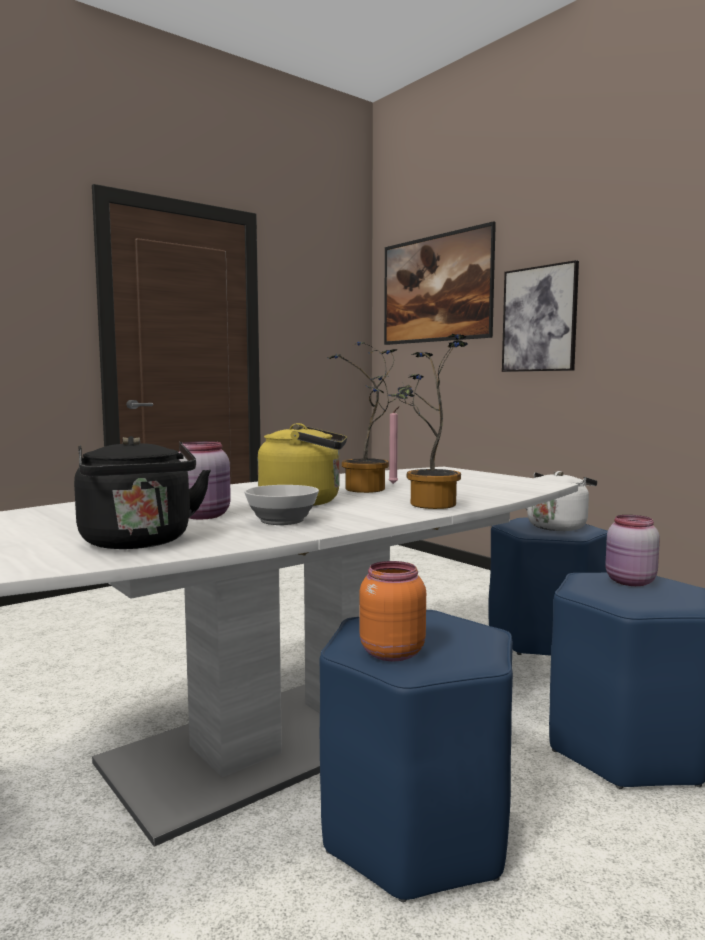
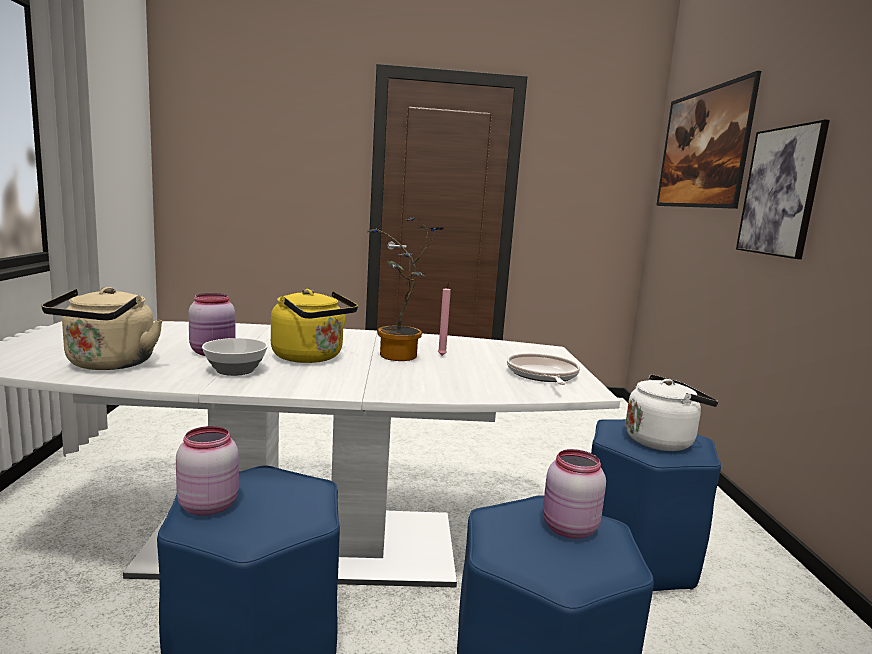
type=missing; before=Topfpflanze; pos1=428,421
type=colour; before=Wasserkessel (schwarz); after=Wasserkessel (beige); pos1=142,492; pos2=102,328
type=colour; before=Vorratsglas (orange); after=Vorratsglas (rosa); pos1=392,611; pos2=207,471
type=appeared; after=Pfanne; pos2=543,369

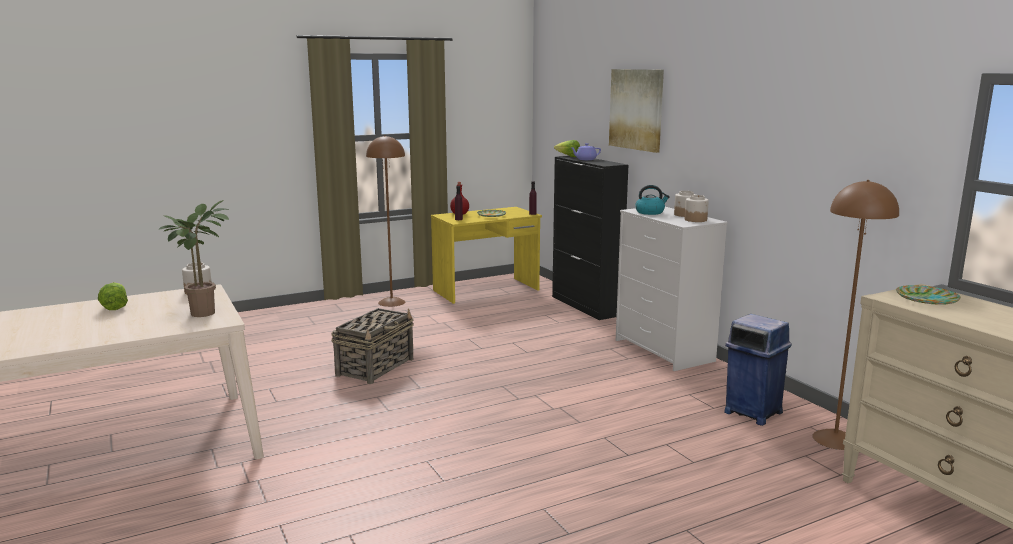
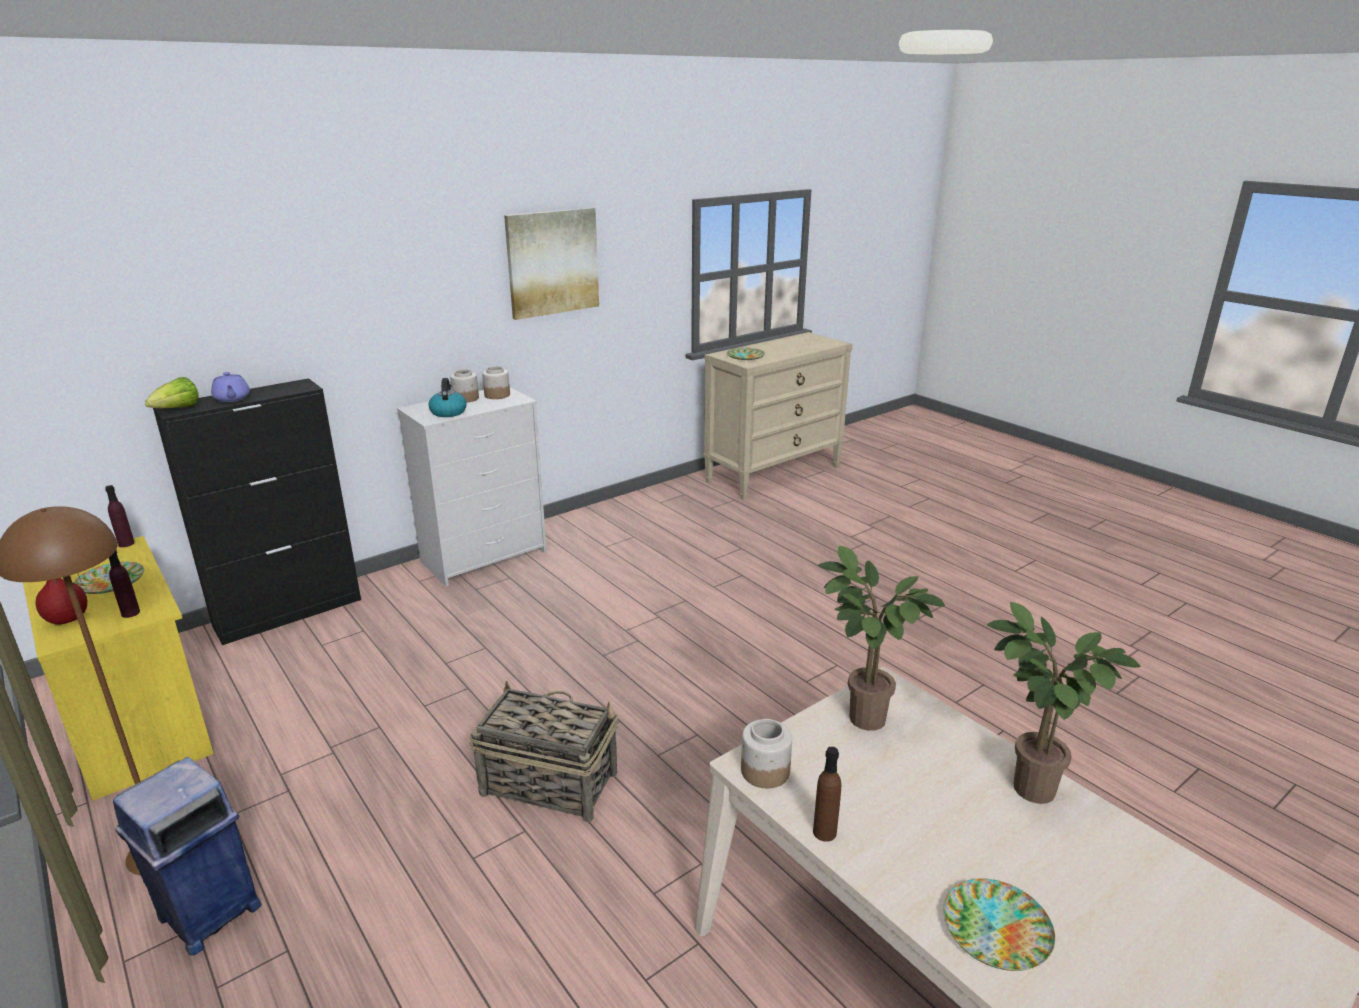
type=relocated; before=Bild; pos1=636,111; pos2=551,264
type=missing; before=Stehlampe (braun); pos1=855,315
type=missing; before=Salatkopf; pos1=113,296
type=relocated; before=Mülleimer (blau); pos1=758,370; pos2=187,856
type=appeared; after=Topfpflanze; pos2=1063,703
type=appeared; after=Flasche (braun); pos2=827,794
type=appeared; after=Teller; pos2=999,924

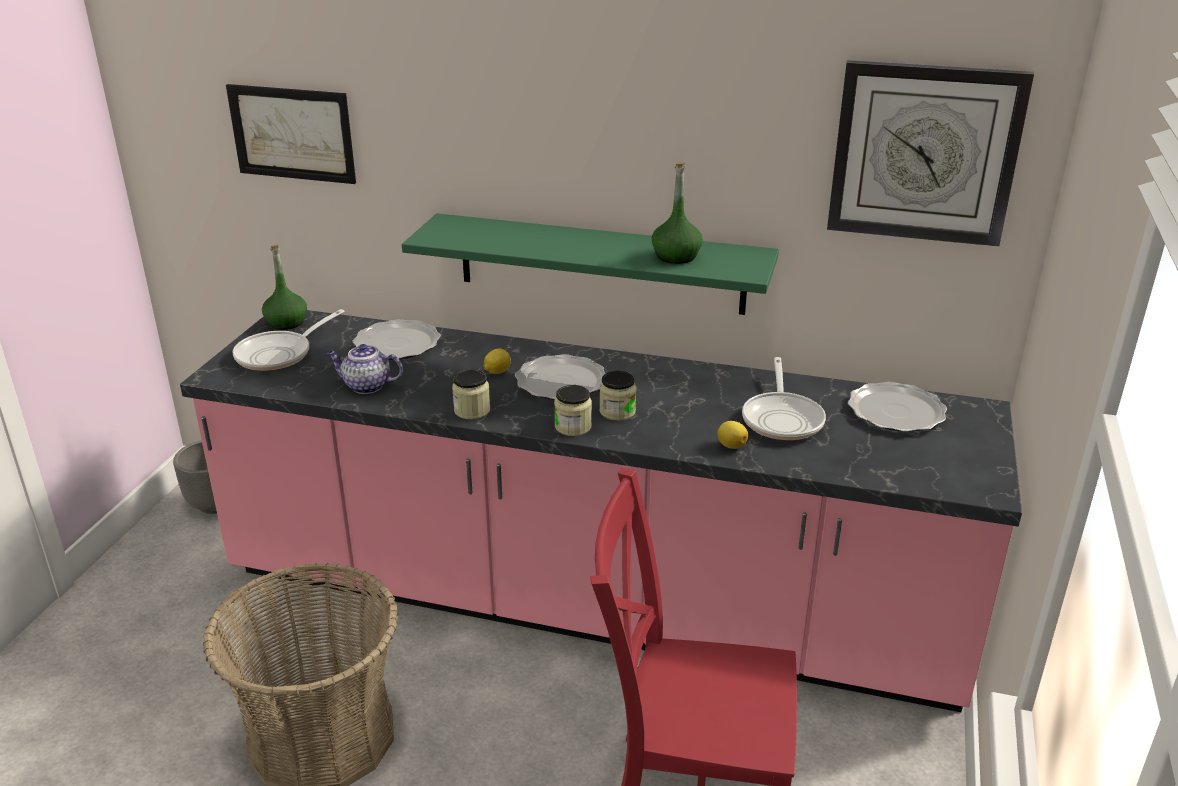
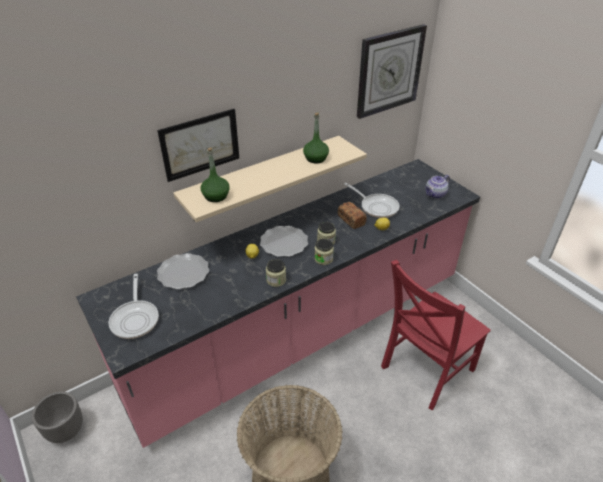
type=relocated; before=Bild; pos1=291,134; pos2=198,145
type=colour; before=Wandregal (grün); after=Wandregal (beige); pos1=590,264; pos2=270,179
type=relocated; before=Flasche (grün); pos1=284,287; pos2=215,175
type=relocated; before=Teekanne; pos1=365,369; pos2=437,187
type=missing; before=Teller; pos1=897,407
type=appeared; after=Brot; pos2=352,215

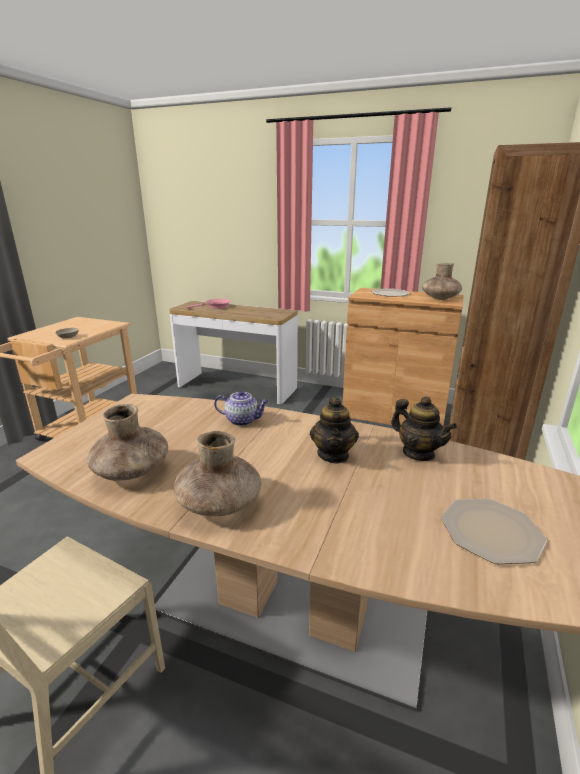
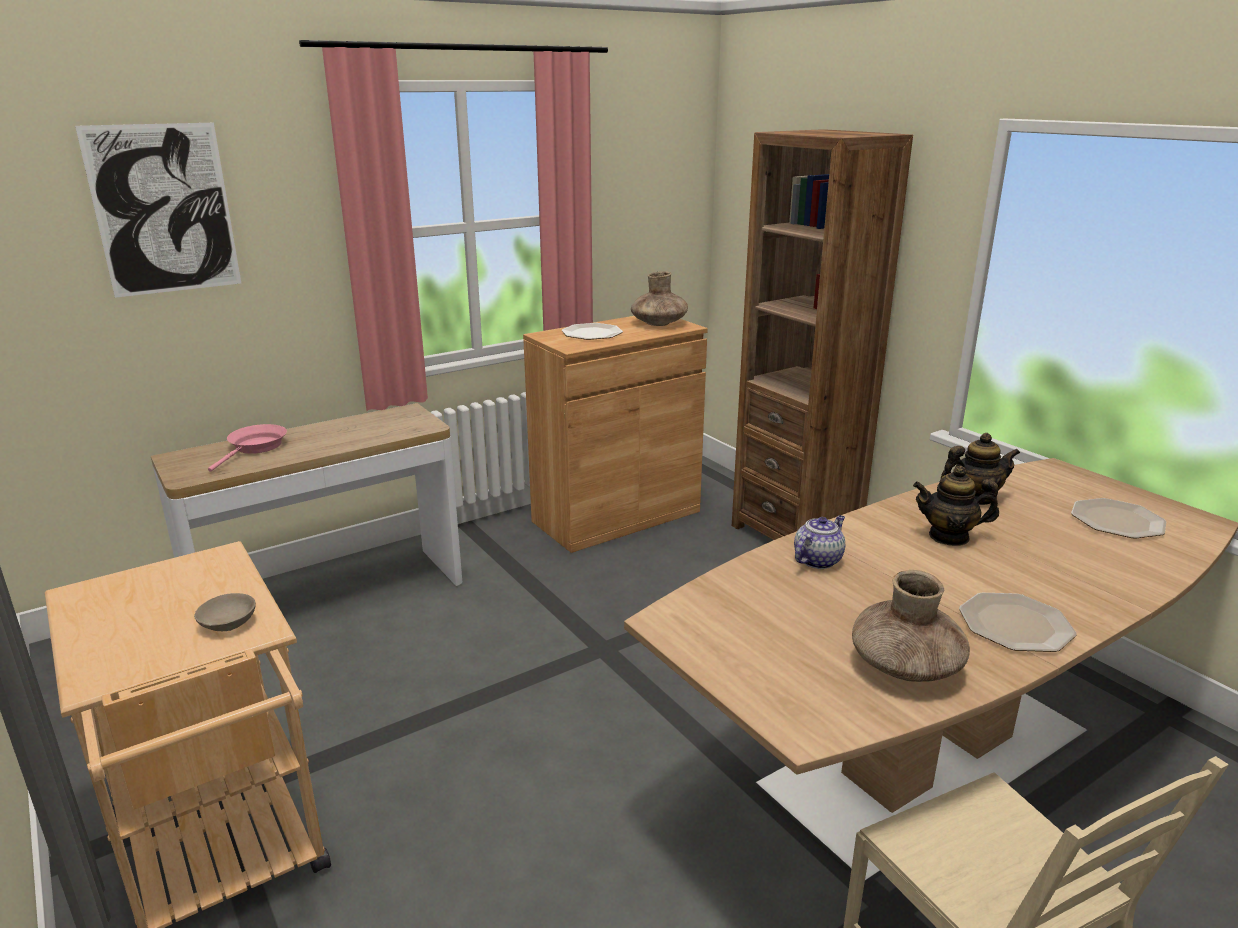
type=spun; before=Teekanne; pos1=334,430; pos2=956,506; turn=150
type=exchanged; before=Vase (braun); after=Teller; pos1=217,473; pos2=1017,622
type=appeared; after=Bild; pos2=158,210

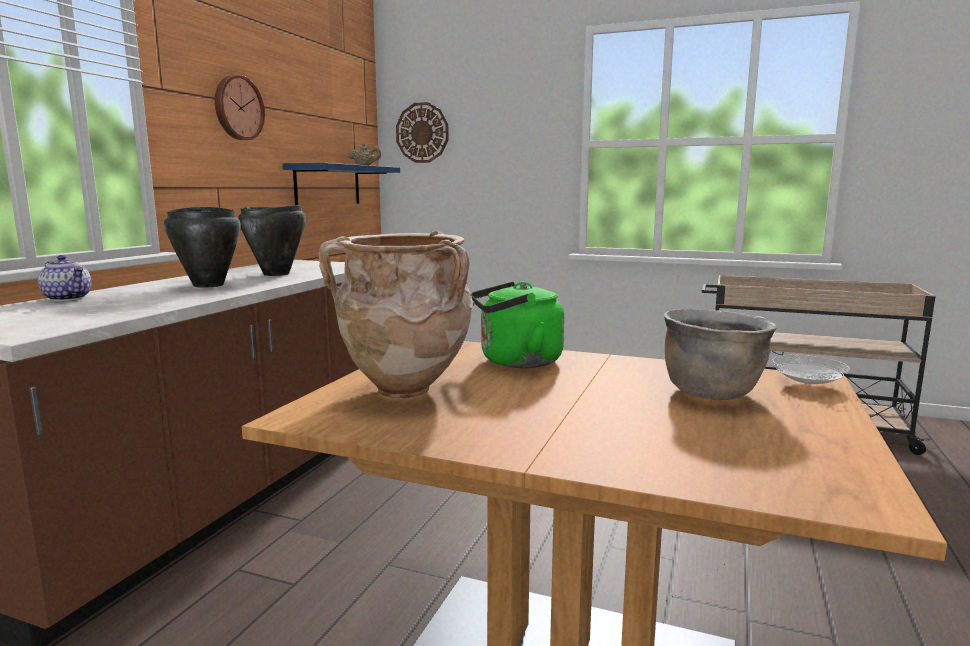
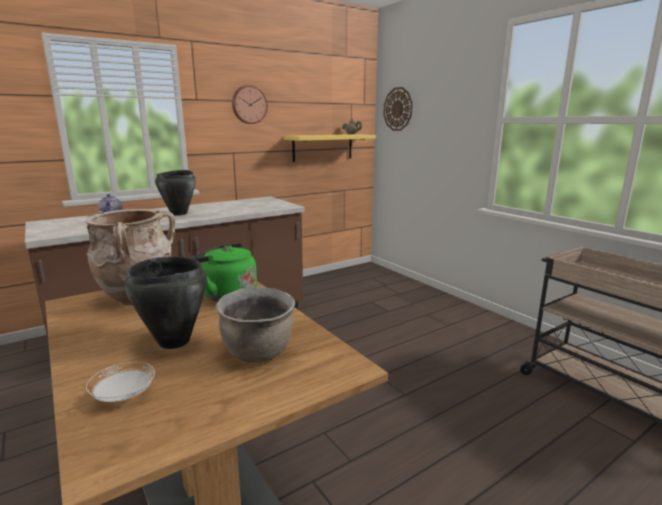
type=colour; before=Wandregal (blau); after=Wandregal (gelb); pos1=341,184; pos2=330,148
type=relocated; before=Kochtopf (schwarz); pos1=272,240; pos2=166,302
type=relocated; before=Teller (weiß); pos1=811,370; pos2=120,382

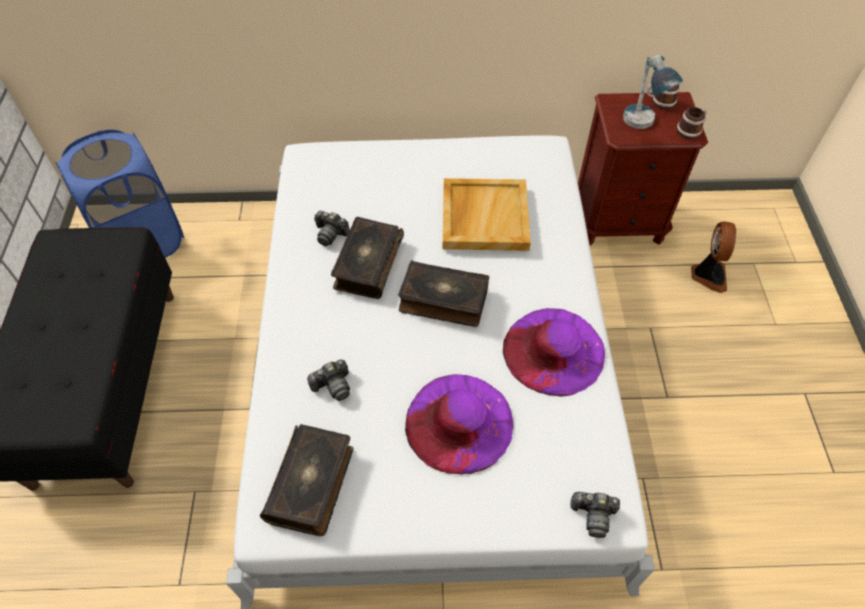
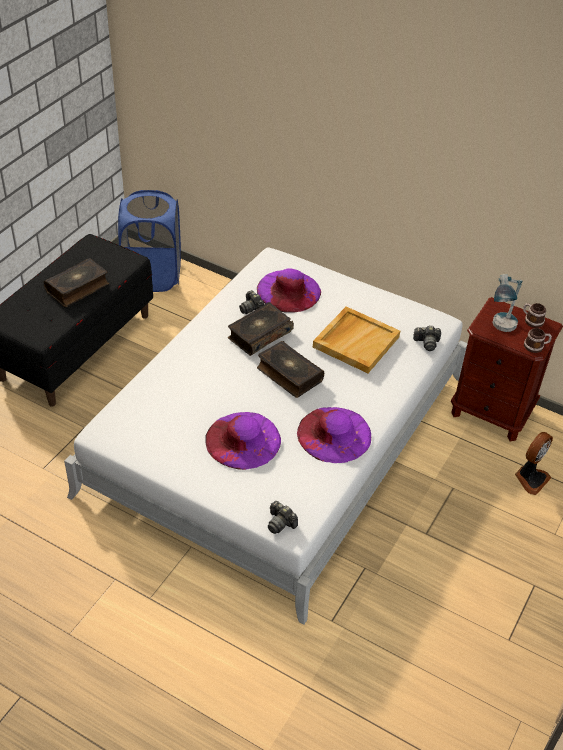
type=relocated; before=Kamera; pos1=328,380; pos2=427,338
type=relocated; before=Buch; pos1=306,480; pos2=76,282
type=appeared; after=Hut (lila); pos2=289,290

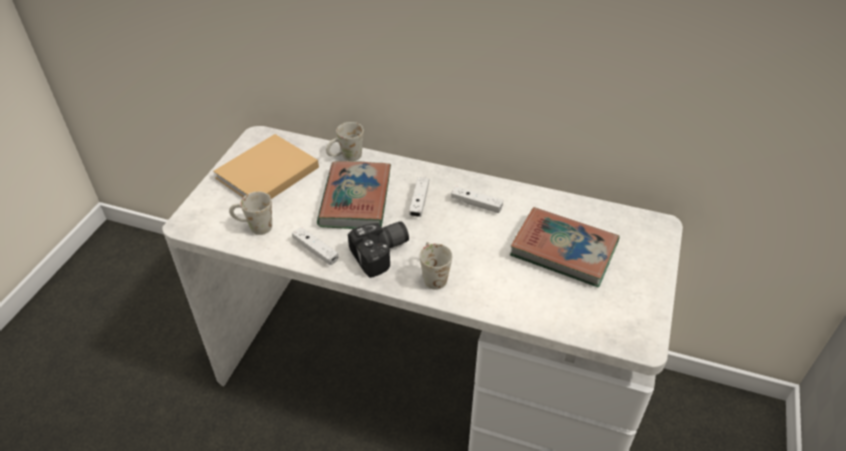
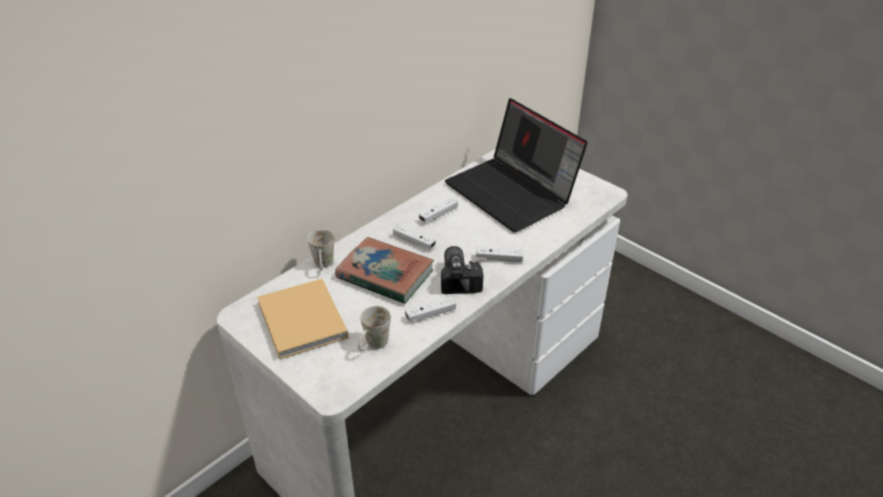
type=exchanged; before=Buch; after=Laptop; pos1=565,247; pos2=516,165
type=exchanged; before=Henkelbecher (weiß); after=Gamepad (weiß); pos1=436,266; pos2=500,254

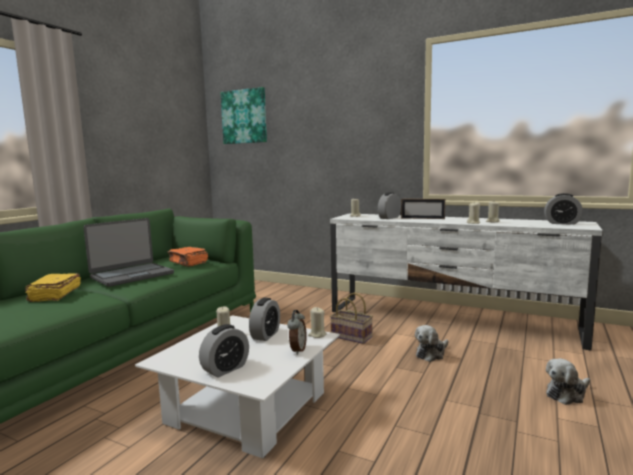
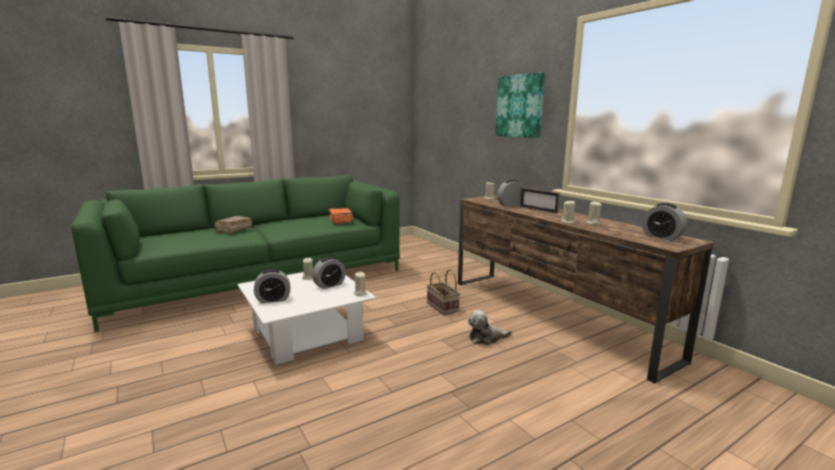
type=relocated; before=Bild; pos1=244,115; pos2=520,105
type=colour; before=Fernsehschrank (weiß); after=Fernsehschrank (braun); pos1=466,282; pos2=586,289
type=missing; before=Laptop; pos1=128,252
type=colour; before=Buch (gelb); after=Buch (braun); pos1=53,287; pos2=233,225
type=missing; before=Wecker; pos1=297,332
type=missing; before=Plüschtier; pos1=568,382

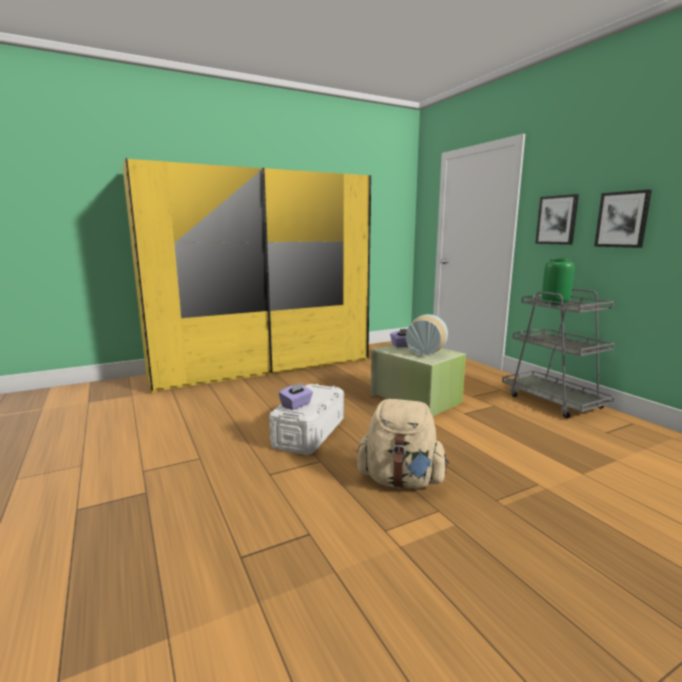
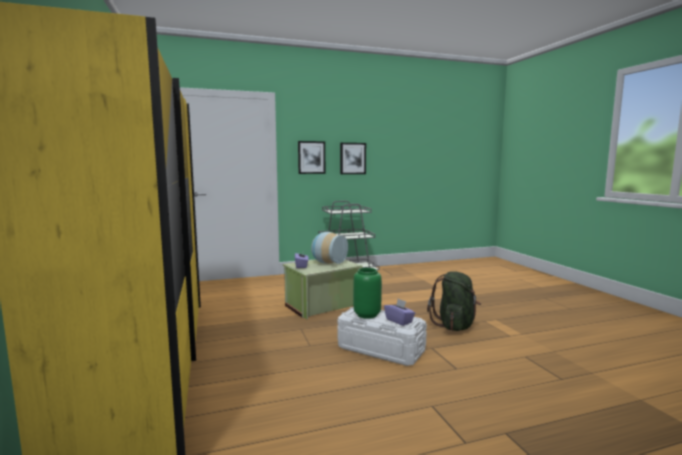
type=relocated; before=Vase (grün); pos1=558,281; pos2=367,293
type=colour; before=Rucksack (beige); after=Rucksack (grün); pos1=403,444; pos2=454,301

